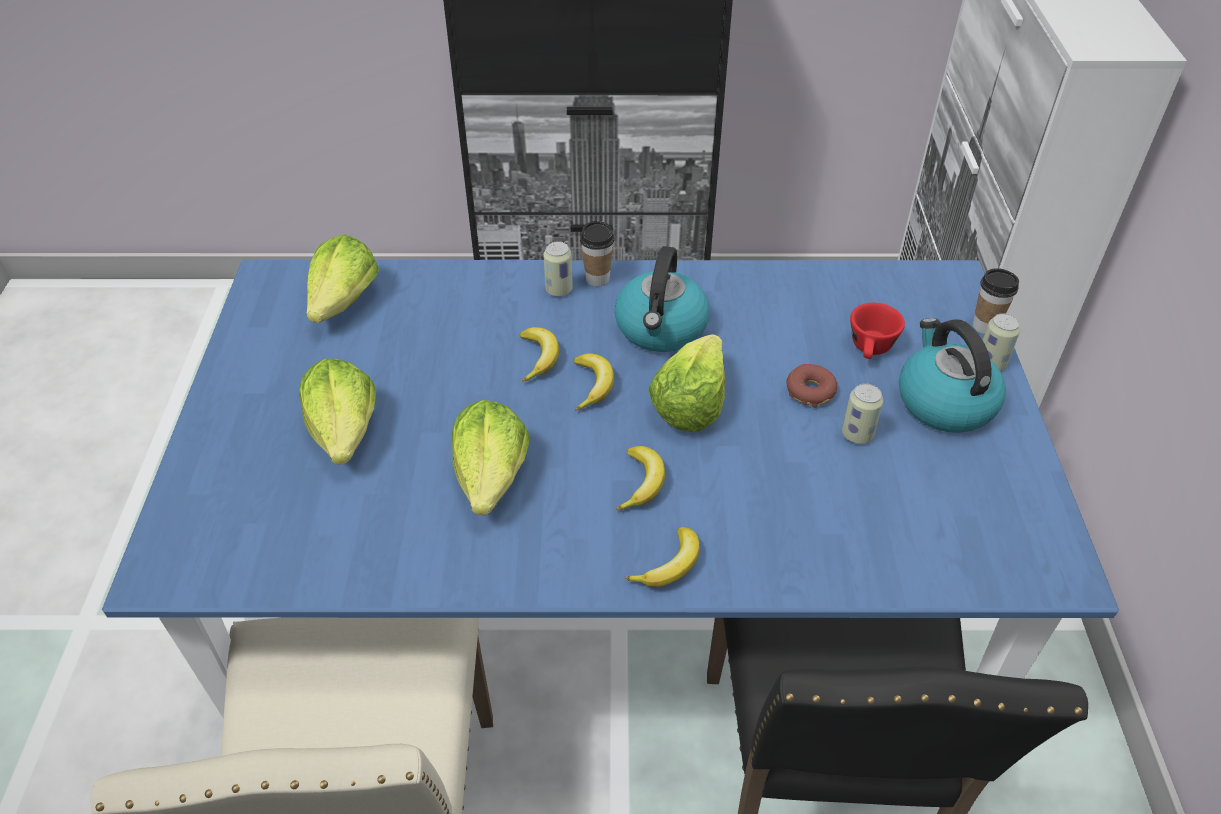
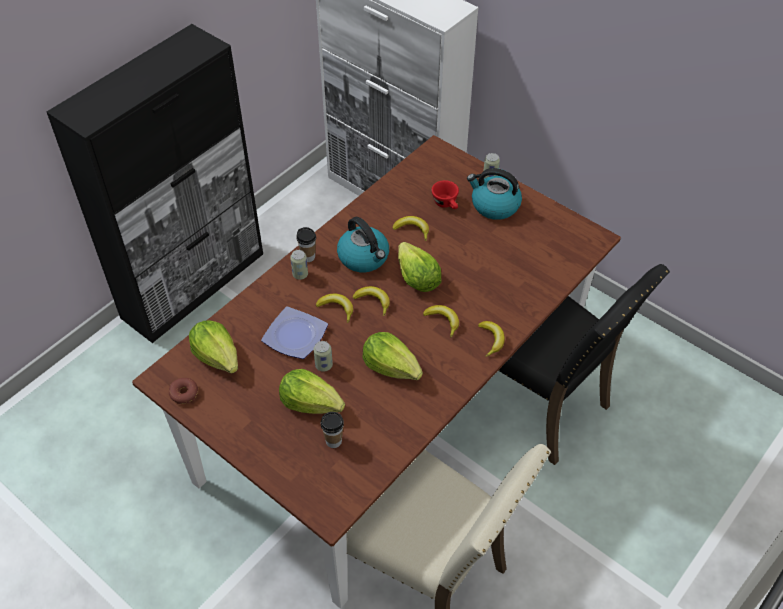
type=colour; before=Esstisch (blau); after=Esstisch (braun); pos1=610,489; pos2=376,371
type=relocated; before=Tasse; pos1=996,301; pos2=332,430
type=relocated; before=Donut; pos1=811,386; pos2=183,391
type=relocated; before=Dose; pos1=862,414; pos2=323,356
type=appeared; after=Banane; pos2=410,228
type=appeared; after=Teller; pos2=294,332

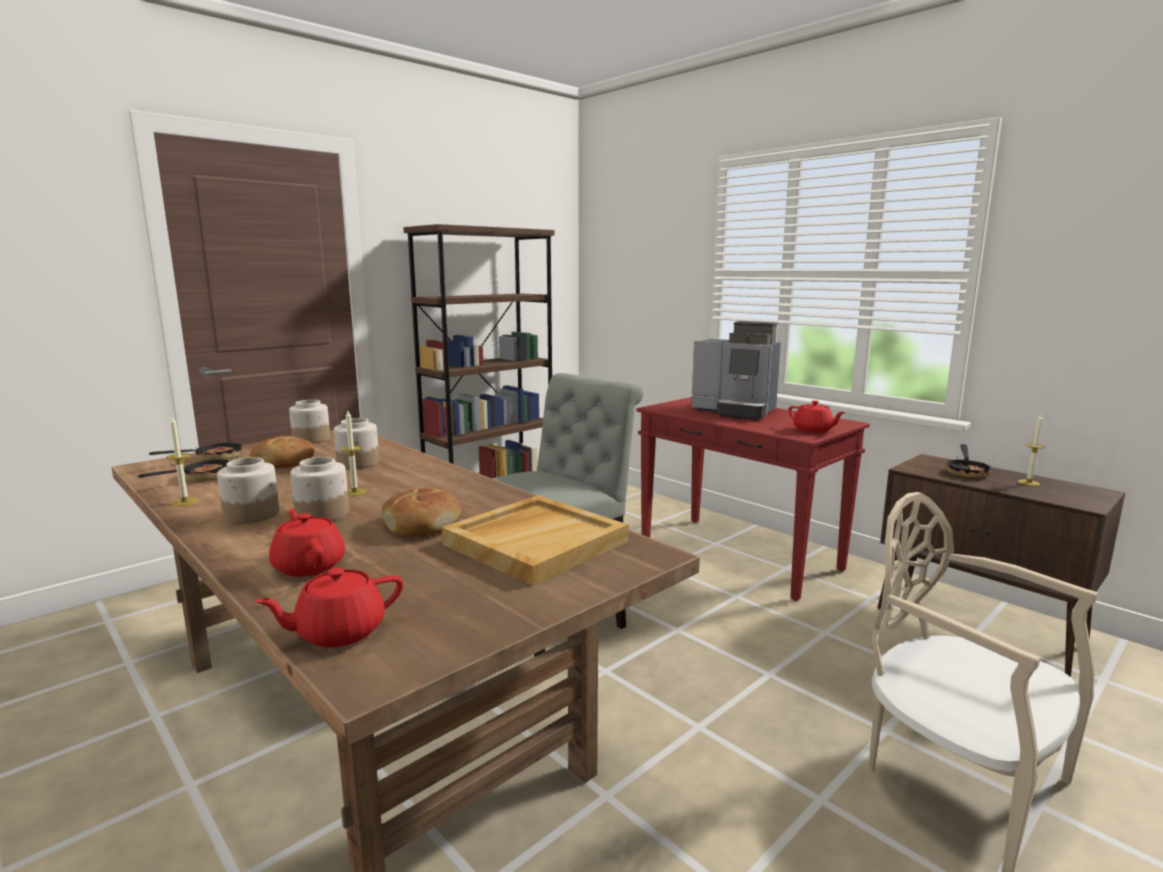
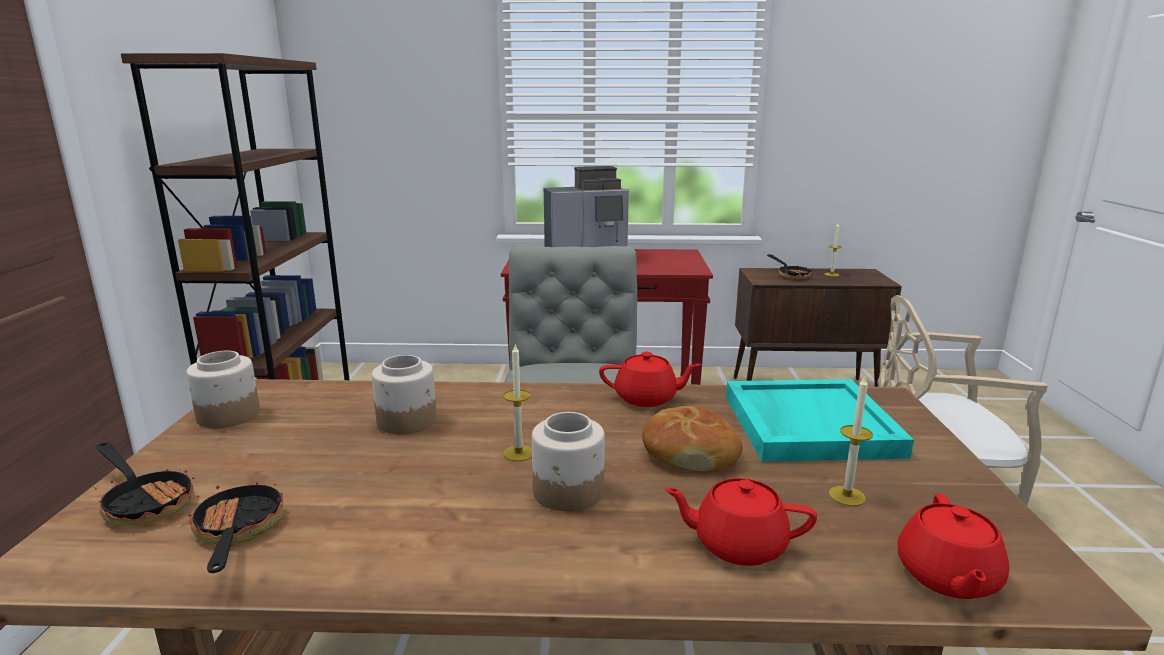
type=relocated; before=Teekanne (rot); pos1=817,416; pos2=650,379
type=relocated; before=Kerze; pos1=182,461; pos2=851,441
type=missing; before=Brot; pos1=282,452
type=spun; before=Pfanne; pos1=195,450; pos2=144,484; turn=135
type=missing; before=Vorratsglas; pos1=248,490
type=colour; before=Tablett (beige); after=Tablett (türkis); pos1=535,540; pos2=820,420

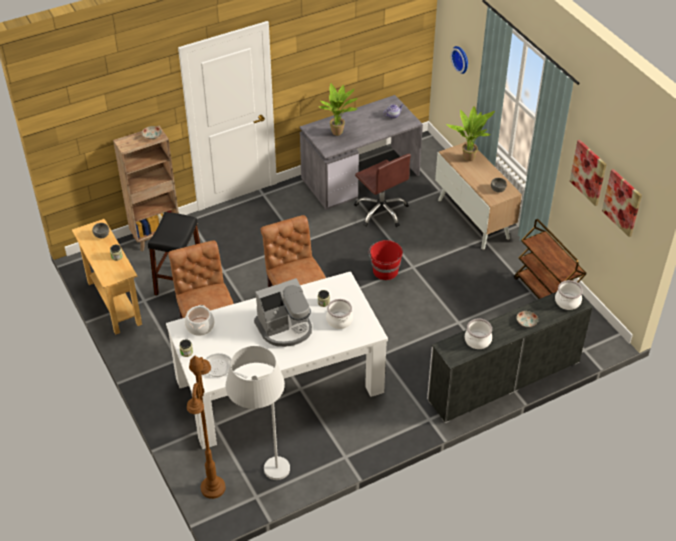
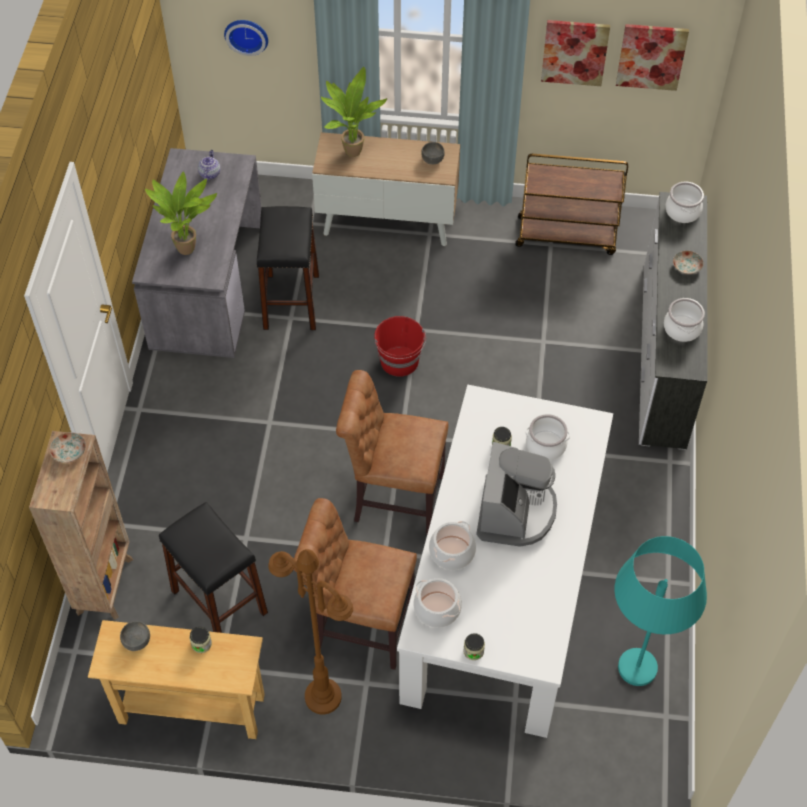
type=exchanged; before=Bürostuhl (braun); after=Hocker (schwarz); pos1=382,190; pos2=288,268
type=colour; before=Stehlampe (weiß); after=Stehlampe (türkis); pos1=257,413; pos2=660,611
type=missing; before=Pfanne; pos1=226,366
type=relocated; before=Stehlampe (braun); pos1=206,427; pos2=310,631
type=appeared; after=Kochtopf; pos2=452,545

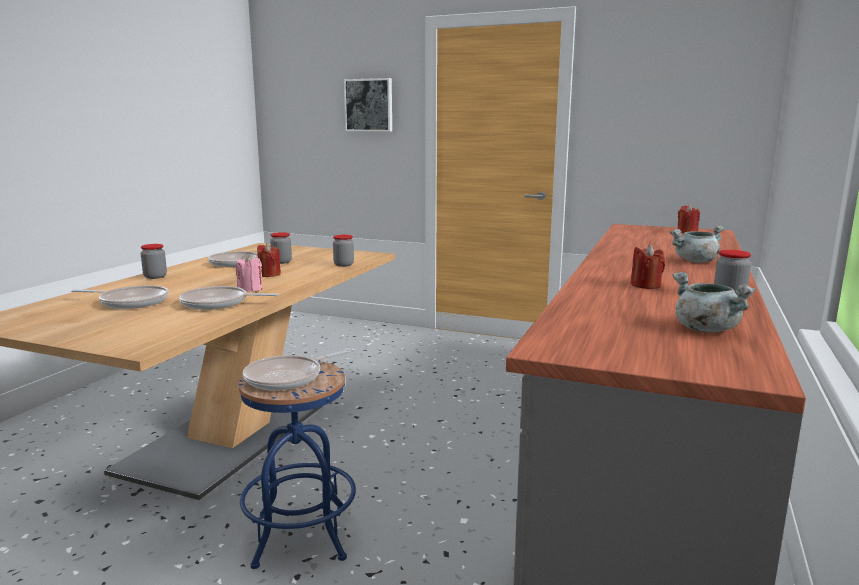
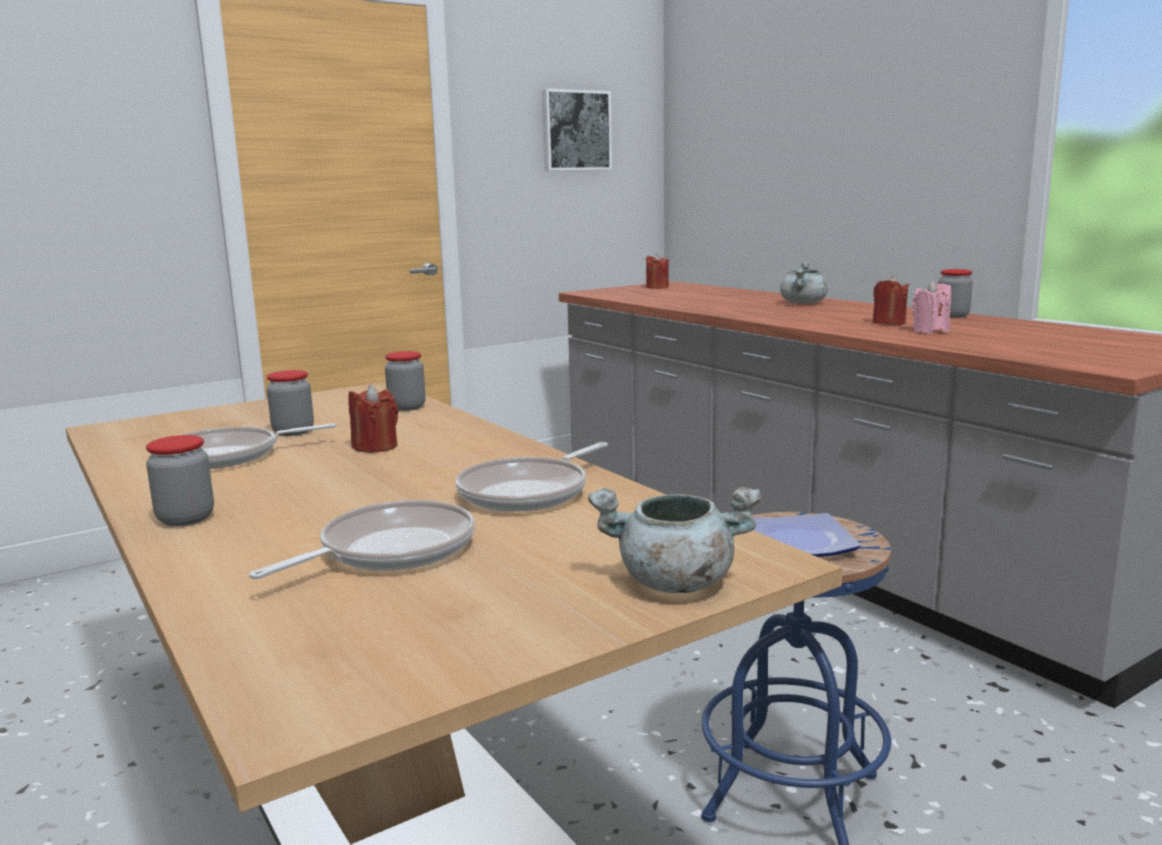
type=relocated; before=Bild; pos1=368,104; pos2=577,129
type=relocated; before=Kerze (rosa); pos1=249,273; pos2=931,307
type=relocated; before=Kochtopf (grau); pos1=714,302; pos2=675,540
type=exchanged; before=Pfanne; after=Teller; pos1=296,370; pos2=807,535

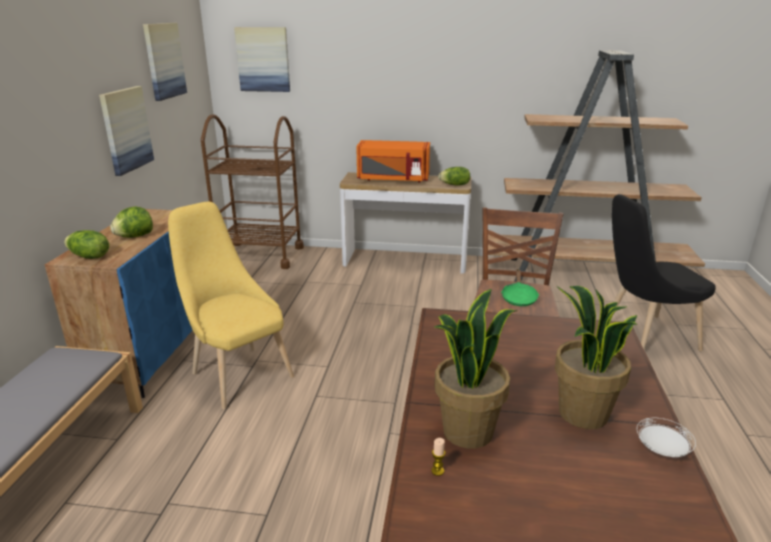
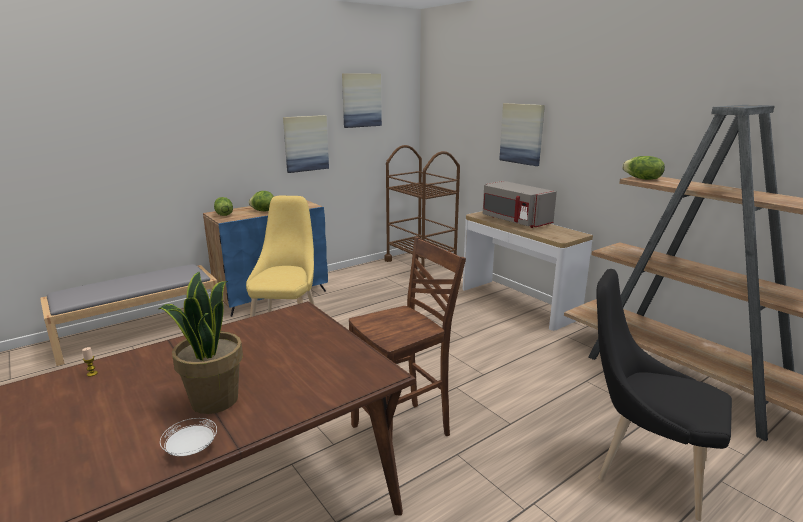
type=relocated; before=Bild; pos1=262,59; pos2=522,134
type=colour; before=Mikrowelle (orange); after=Mikrowelle (grau); pos1=393,161; pos2=520,204
type=relocated; before=Salatkopf; pos1=454,176; pos2=643,168
type=missing; before=Pfanne (grün); pos1=520,287
type=missing; before=Topfpflanze; pos1=476,368

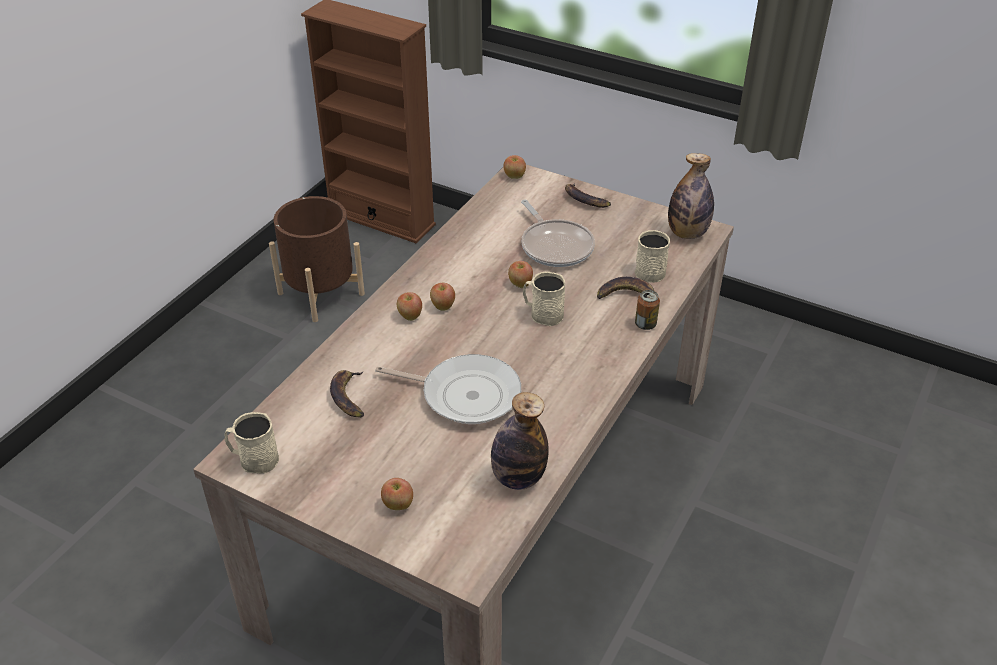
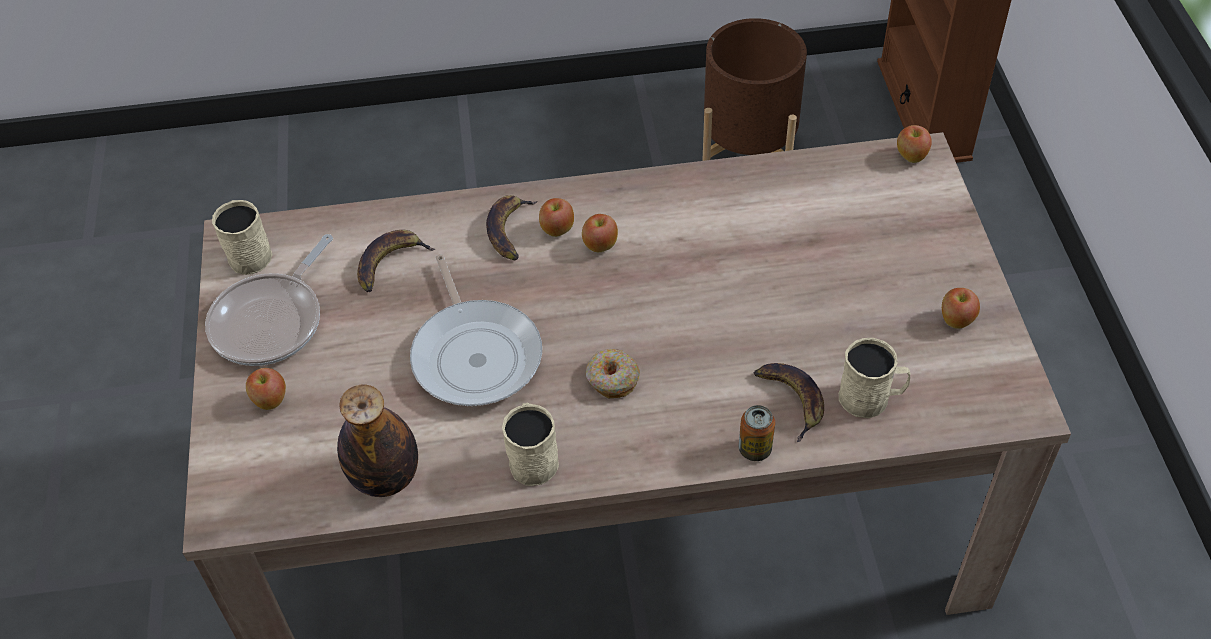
type=missing; before=Flasche; pos1=691,196
type=relocated; before=Banane; pos1=588,196; pos2=511,227
type=relocated; before=Pfanne; pos1=558,233; pos2=269,300
type=relocated; before=Apfel; pos1=520,274; pos2=961,308
type=relocated; before=Henkelbecher (beige); pos1=544,299; pos2=530,444
type=appeared; after=Donut; pos2=613,373

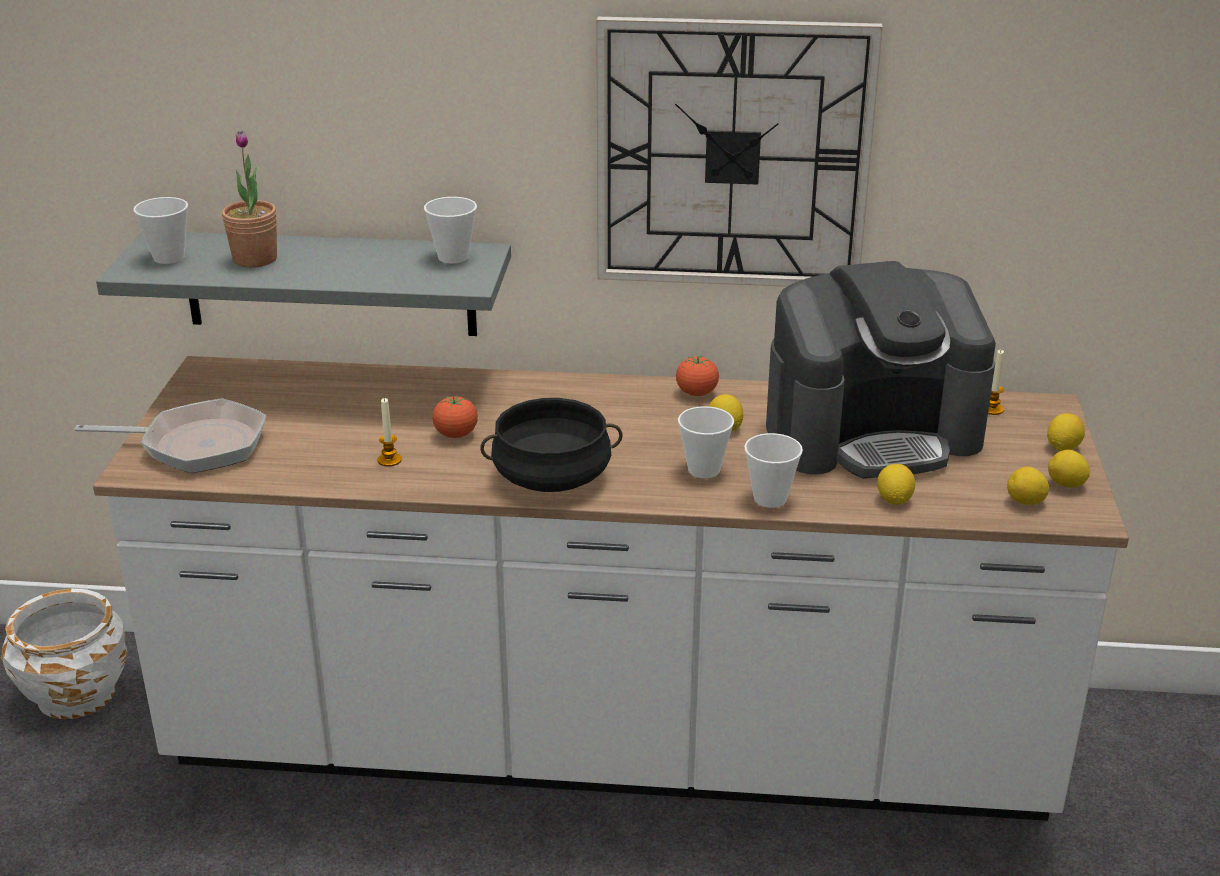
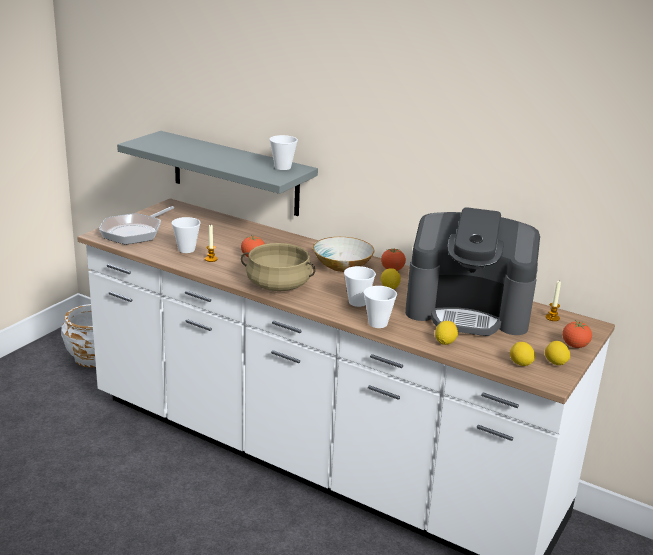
type=missing; before=Wanduhr; pos1=739,152
type=missing; before=Topfpflanze; pos1=249,199
type=relocated; before=Tasse; pos1=160,230; pos2=186,235
type=spun; before=Pfanne; pos1=170,435; pos2=136,225; turn=90
type=colour; before=Kochtopf (schwarz); after=Kochtopf (beige); pos1=551,445; pos2=278,267
type=exchanged; before=Zitrone; after=Tomate; pos1=1066,432; pos2=577,335
type=appeared; after=Schüssel; pos2=344,254

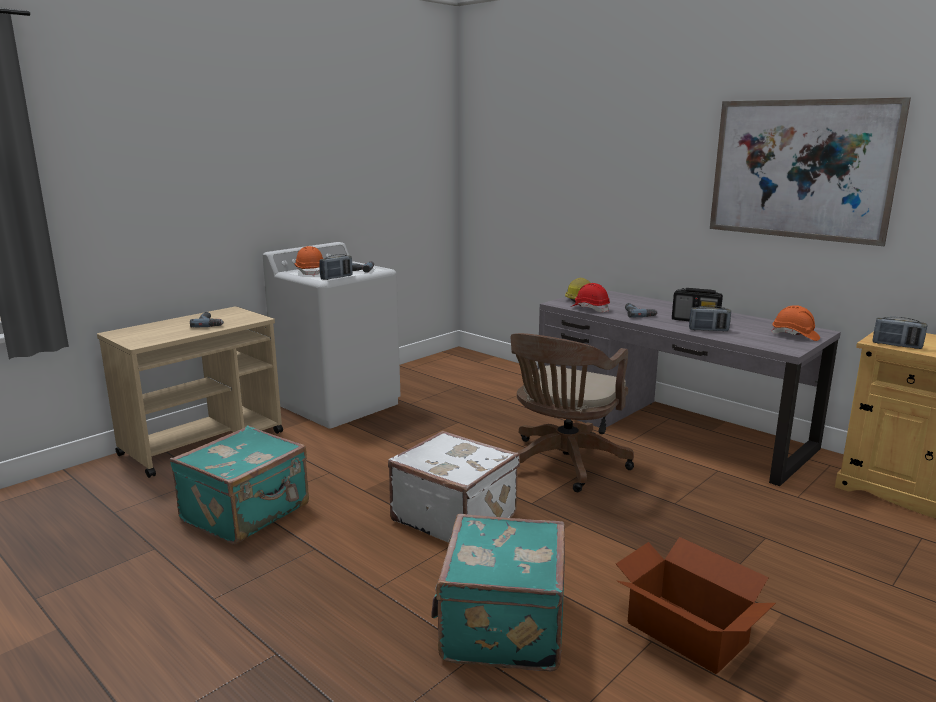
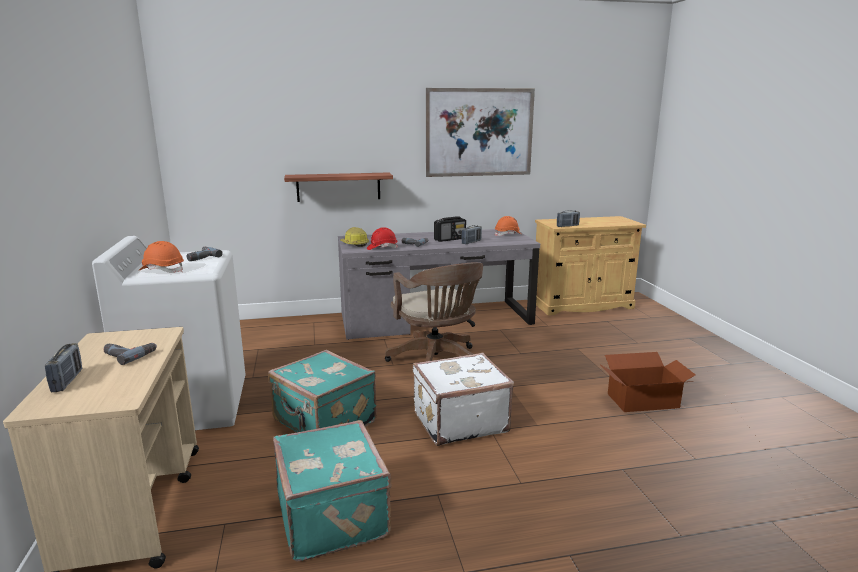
type=relocated; before=Radio; pos1=335,267; pos2=63,367
type=relocated; before=Koffer (türkis); pos1=498,592; pos2=322,391
type=appeared; after=Wandregal; pos2=338,187

